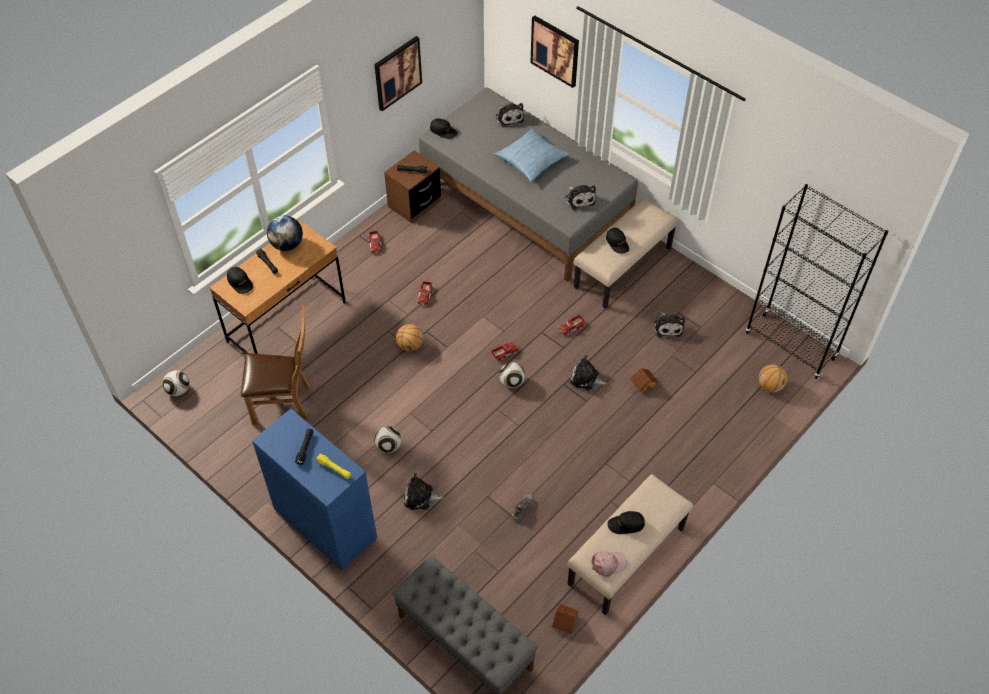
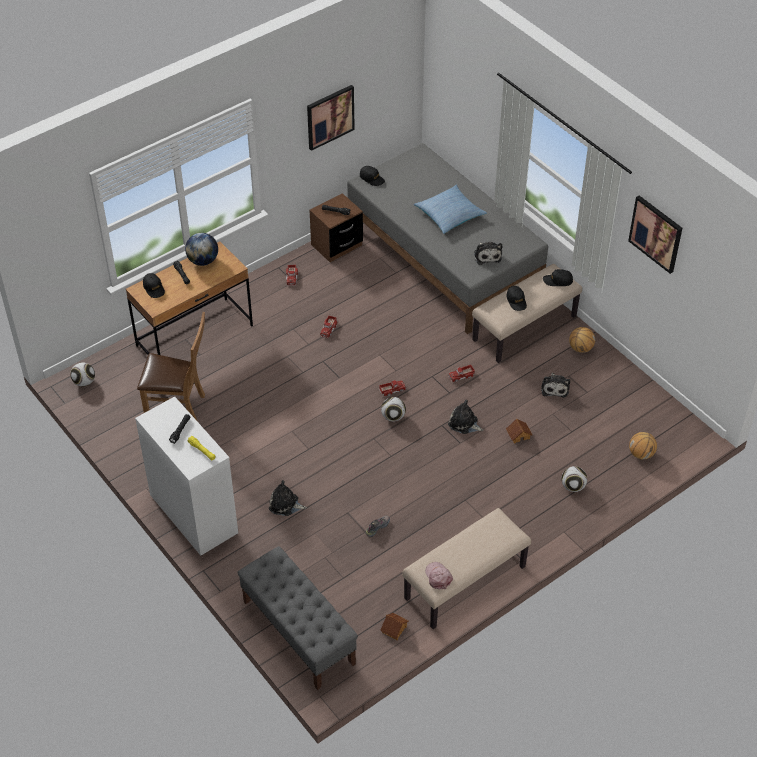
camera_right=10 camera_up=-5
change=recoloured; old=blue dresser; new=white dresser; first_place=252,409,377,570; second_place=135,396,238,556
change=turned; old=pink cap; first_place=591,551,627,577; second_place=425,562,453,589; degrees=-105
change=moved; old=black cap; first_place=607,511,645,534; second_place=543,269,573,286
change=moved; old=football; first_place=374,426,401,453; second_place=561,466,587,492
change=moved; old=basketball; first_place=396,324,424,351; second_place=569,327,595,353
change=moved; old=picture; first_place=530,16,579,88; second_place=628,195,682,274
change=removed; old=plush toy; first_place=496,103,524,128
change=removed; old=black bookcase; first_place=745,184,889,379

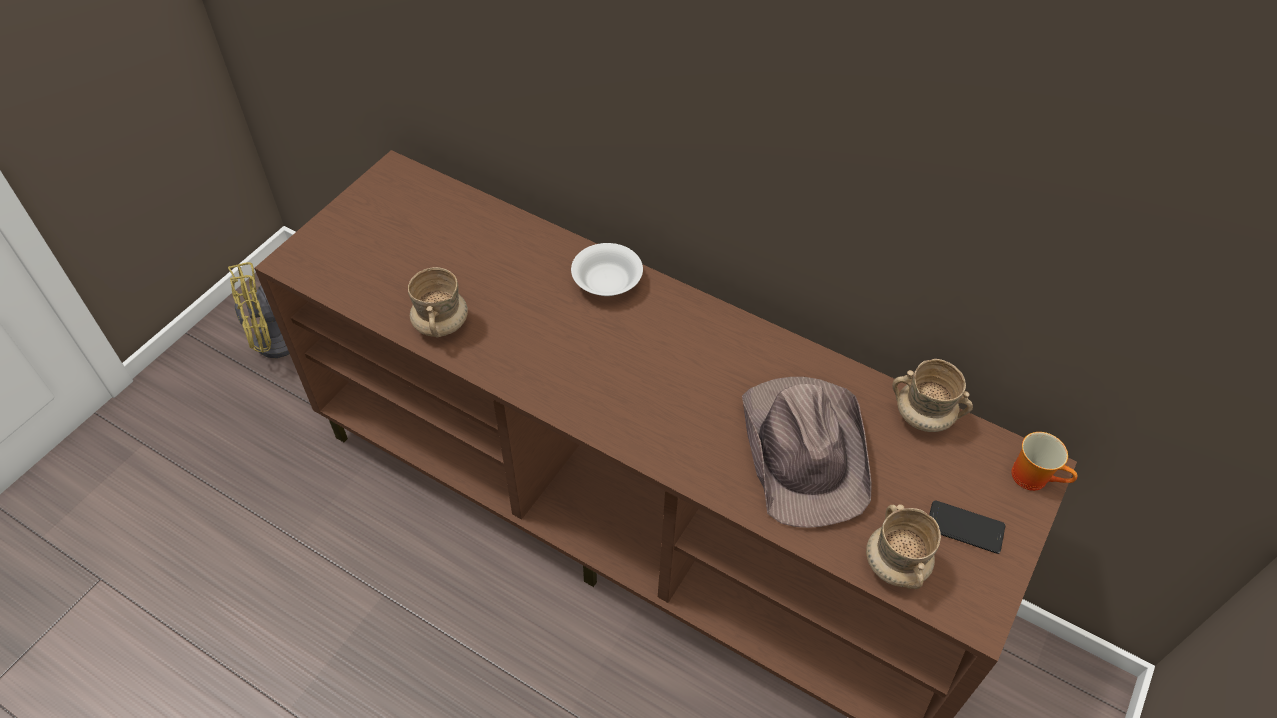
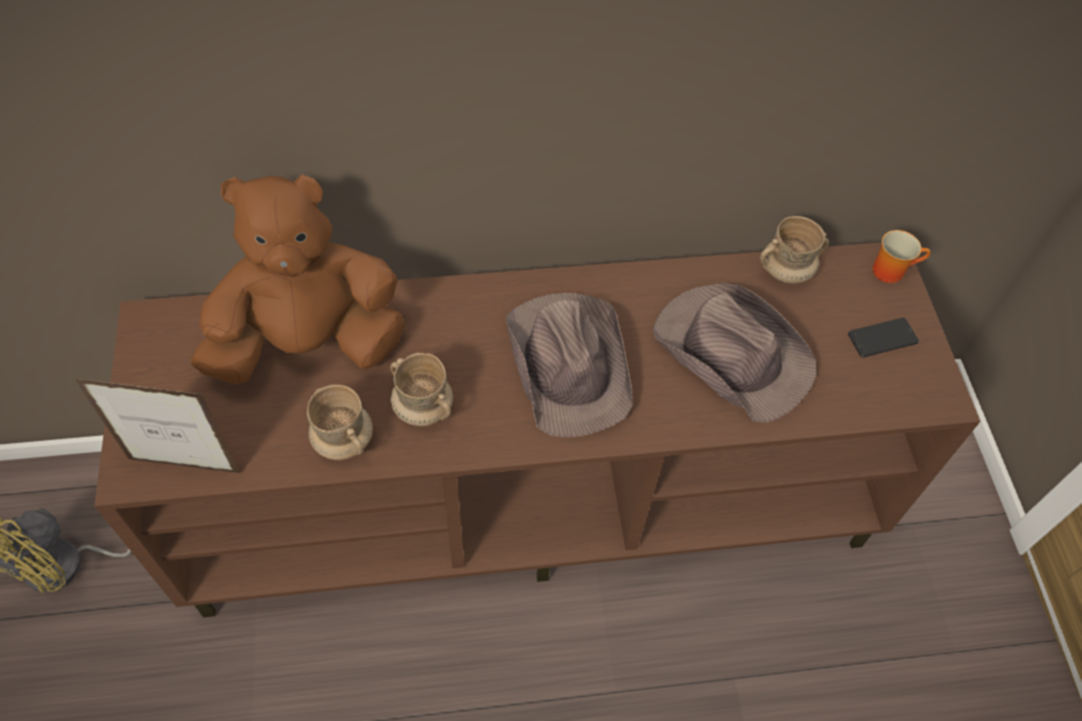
camera_right=-40 camera_up=5
change=added; new=picture frame; second_place=74,378,240,473
change=added; new=brown plush toy; second_place=191,175,405,384
change=moved; old=beige mug; first_place=866,504,941,589; second_place=390,353,453,426
change=added; new=brown hat; second_place=506,293,633,437
change=removed; old=white bowl; first_place=571,243,643,296

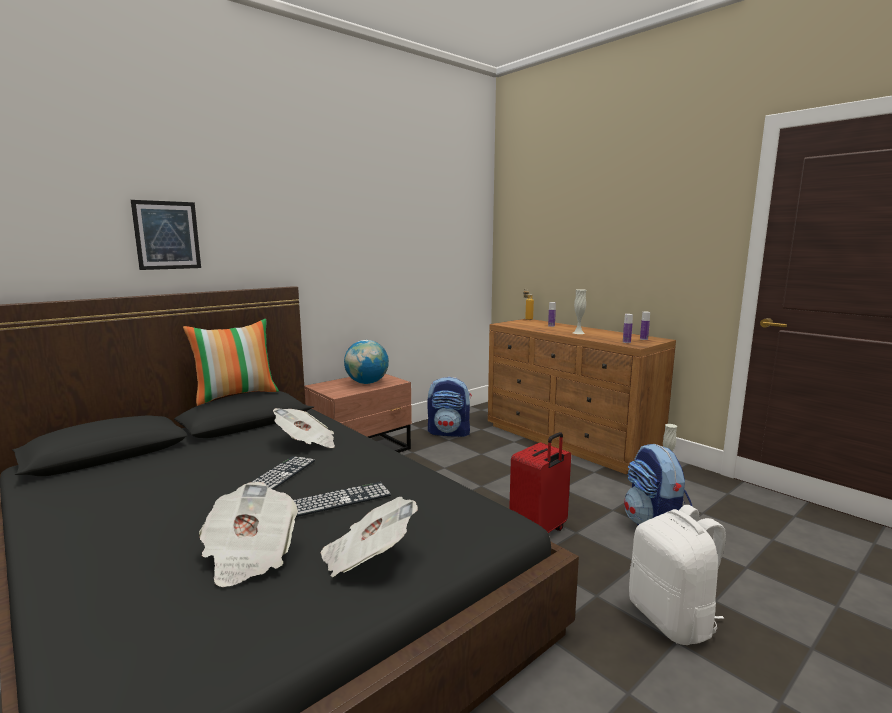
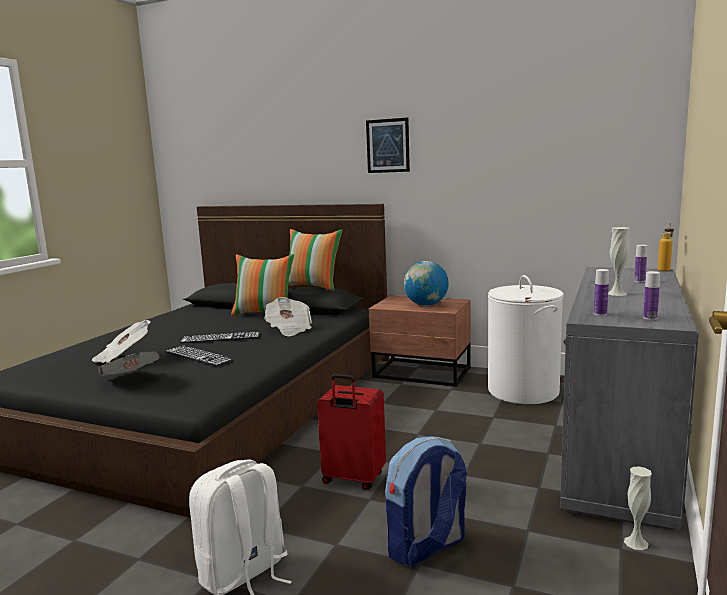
camera_right=65 camera_up=0
change=added; new=pillow; second_place=231,254,294,315
change=moved; old=picture; first_place=131,200,201,270; second_place=366,117,410,173
change=replaced; old=backpack; new=white laundry basket; first_place=427,377,472,437; second_place=488,275,564,404
change=recoloured; old=brown dresser; new=grey dresser; first_place=488,319,676,474; second_place=560,267,699,531

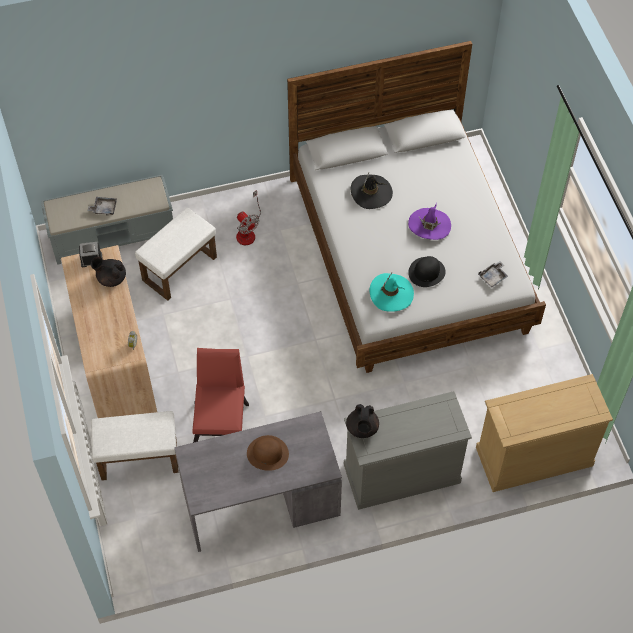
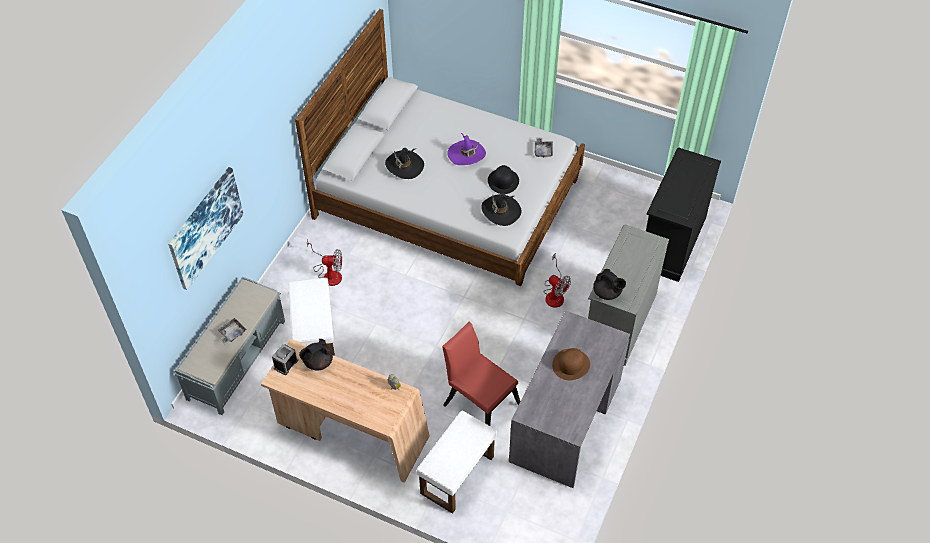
camera_right=-50 camera_up=-5
change=added; new=picture; second_place=168,167,244,290
change=recoloured; old=turquoise hat; new=black hat; first_place=370,273,414,312; second_place=481,193,521,226
change=added; new=fan; second_place=544,253,571,308
change=recoloured; old=beige dresser; new=black dresser; first_place=476,374,613,492; second_place=646,147,721,282

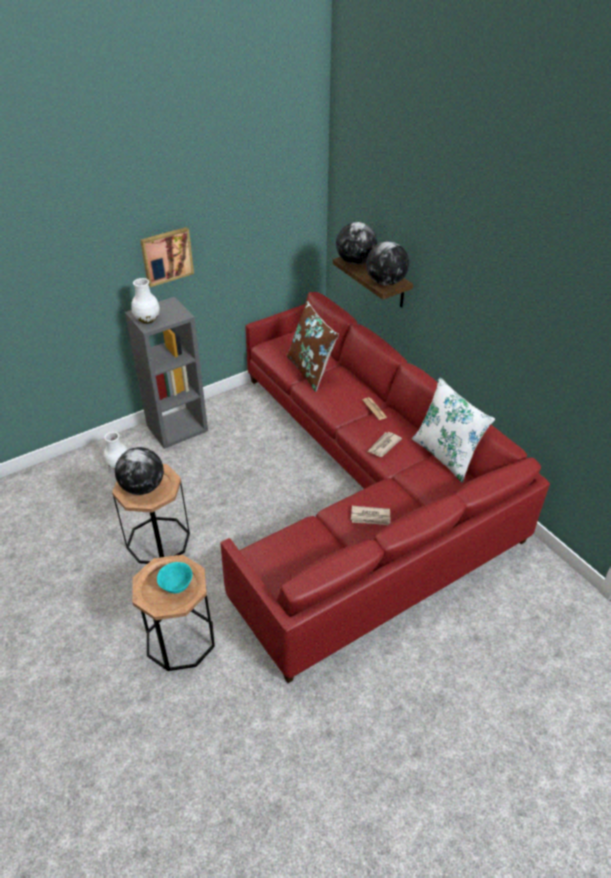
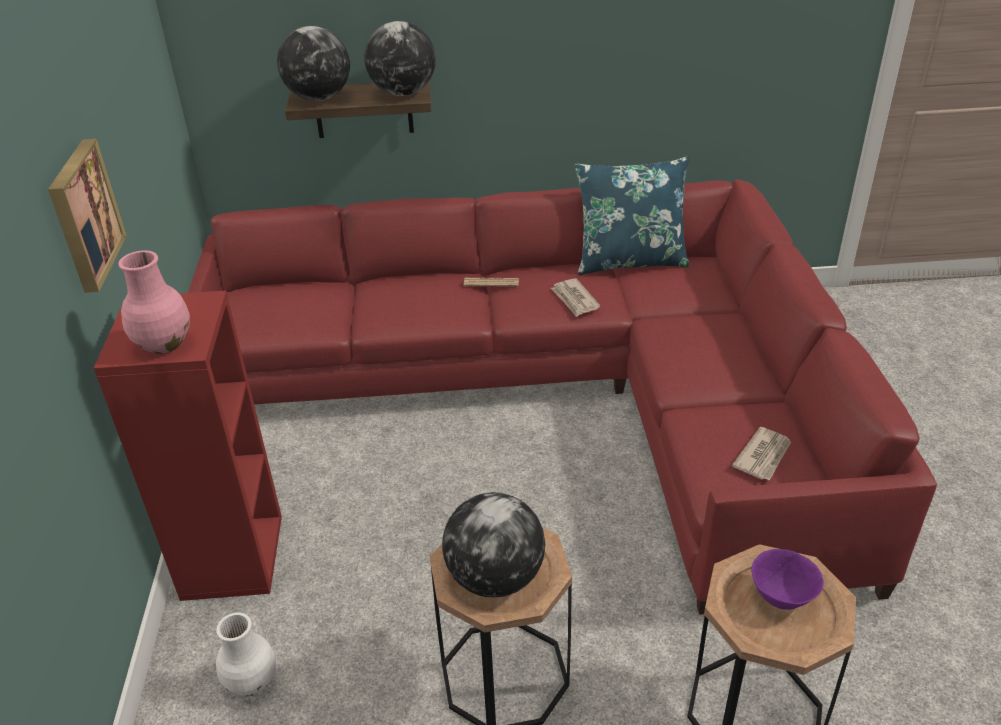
camera_right=-60 camera_up=-5
change=recoloured; old=grey bookcase; new=red bookcase; first_place=125,297,208,449; second_place=94,291,282,601
change=recoloured; old=white vase; new=pink vase; first_place=131,278,160,324; second_place=118,251,190,354
change=recoloured; old=white pillow; new=blue pillow; first_place=412,377,495,483; second_place=575,156,690,275
change=moved; old=newspaper; first_place=351,506,391,525; second_place=732,427,791,481
change=recoloured; old=turquoise bowl; new=purple bowl; first_place=157,562,193,594; second_place=751,549,824,610
change=removed; old=brown pillow; first_place=287,301,339,392

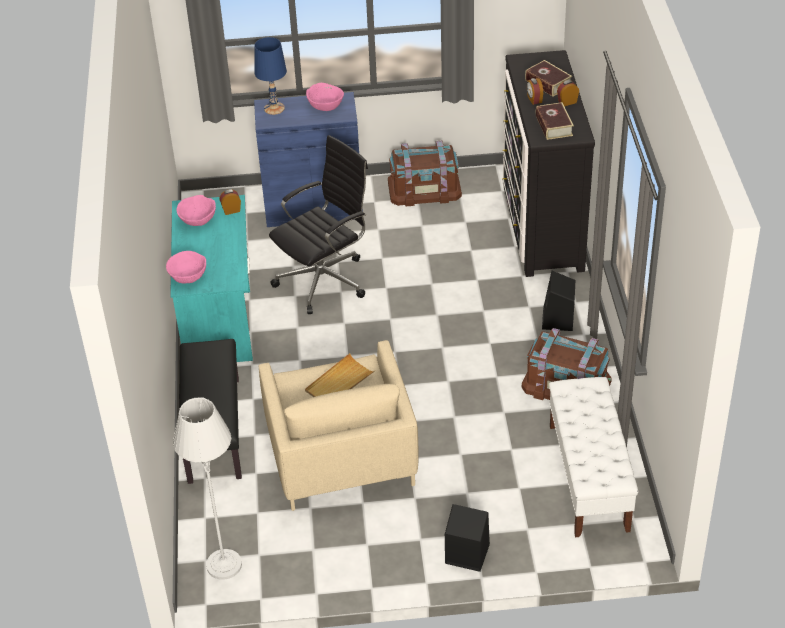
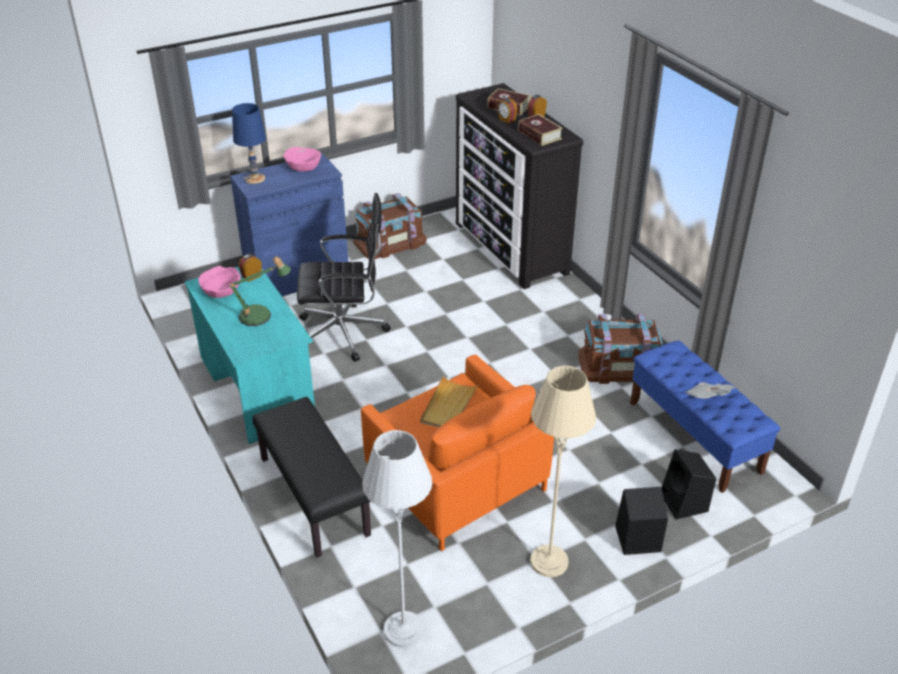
camera_right=-25 camera_up=-5
change=added; new=table lamp; second_place=227,256,291,326
change=turned; old=black office chair; first_place=269,135,368,314; second_place=297,193,391,361; degrees=60
change=recoloured; old=beige armchair; new=orange armchair; first_place=259,340,419,511; second_place=361,355,554,551
change=added; new=beige floor lamp; second_place=530,366,596,577
change=recoloured; old=white bench; new=blue bench; first_place=549,377,638,537; second_place=630,340,780,493
change=moved; old=black speaker; first_place=542,271,575,331; second_place=662,450,716,519
change=added; new=newspaper; second_place=685,382,736,398
change=removed; old=pink bowl; first_place=166,251,206,283

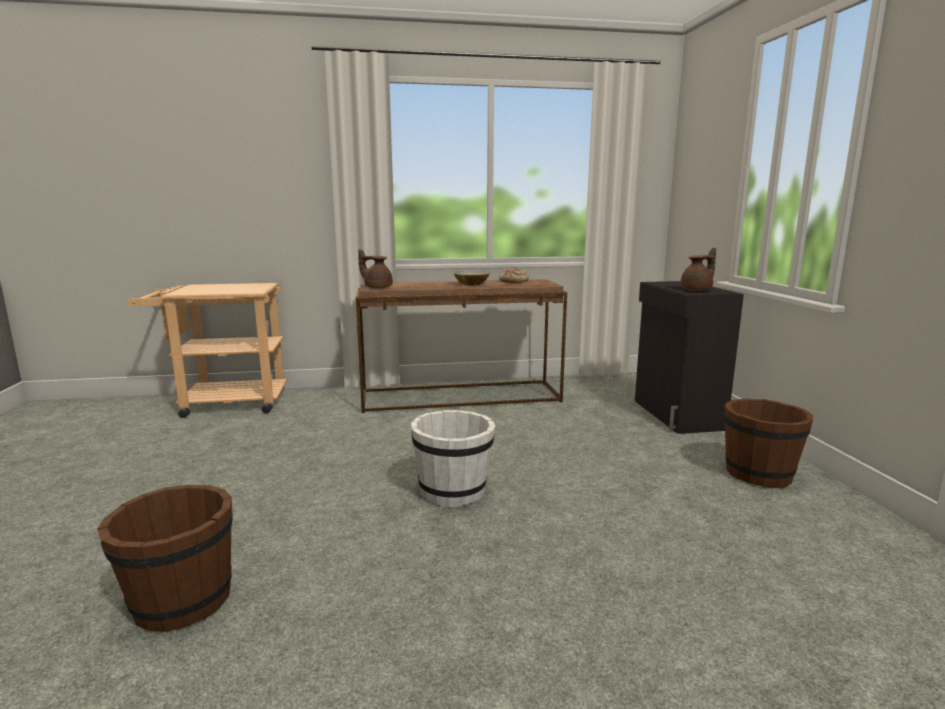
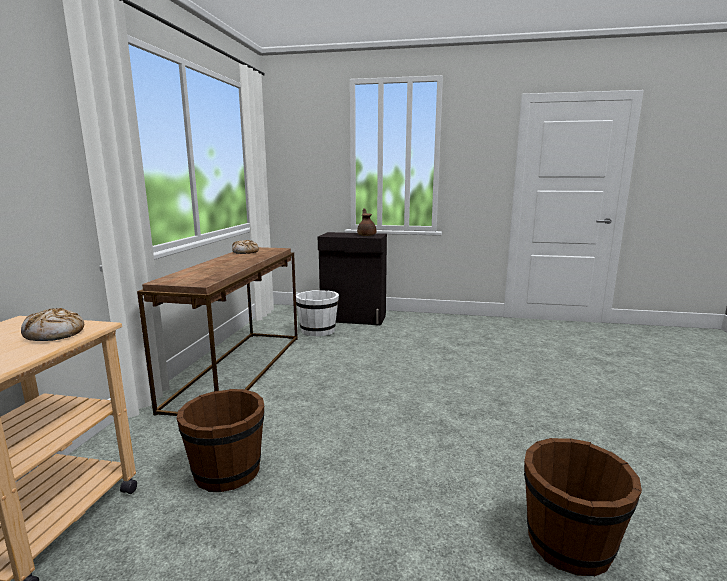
camera_right=-70 camera_up=0
change=added; new=bread; second_place=21,308,84,341
change=moved; old=brown bucket; first_place=724,399,813,488; second_place=176,389,264,492
change=moved; old=white bucket; first_place=411,410,496,507; second_place=296,290,339,336
change=removed; old=brown teapot; first_place=358,249,393,288
change=removed; old=bowl; first_place=454,271,490,286

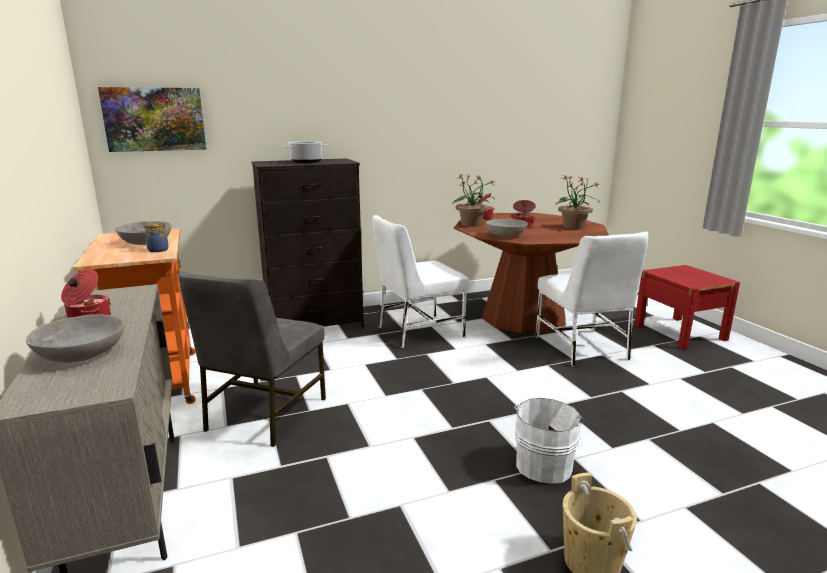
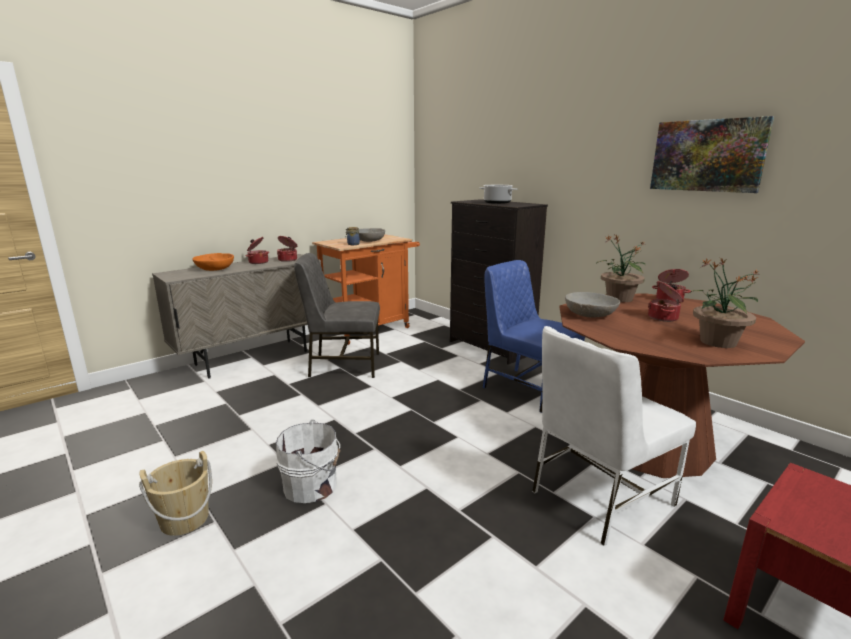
camera_right=70 camera_up=0
change=recoloured; old=grey bowl; new=orange bowl; first_place=26,314,124,363; second_place=192,253,234,271
change=added; new=cooking pot; second_place=277,236,297,262
change=recoloured; old=white chair; new=blue chair; first_place=372,215,469,348; second_place=482,260,585,413
change=moved; old=picture; first_place=98,87,207,152; second_place=650,116,774,193

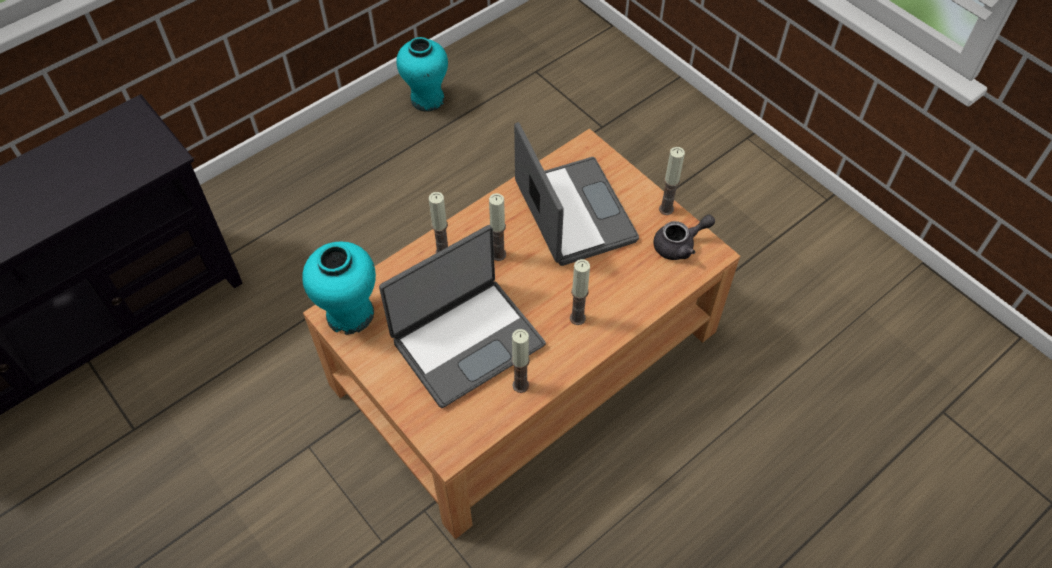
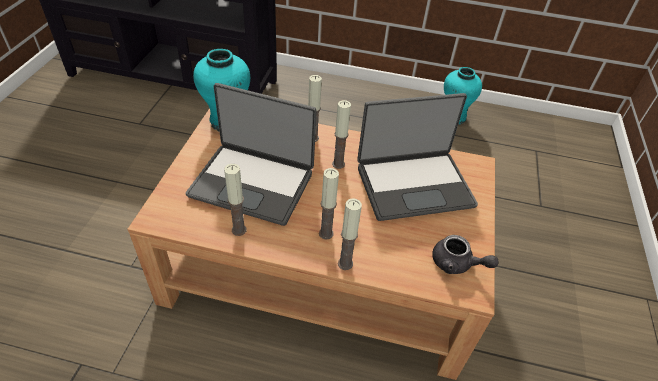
camera_right=50 camera_up=-10
change=moved; old=candle; first_place=659,147,685,215; second_place=338,198,362,270
change=turned; old=laptop; first_place=514,122,639,266; second_place=357,93,478,221; degrees=45

